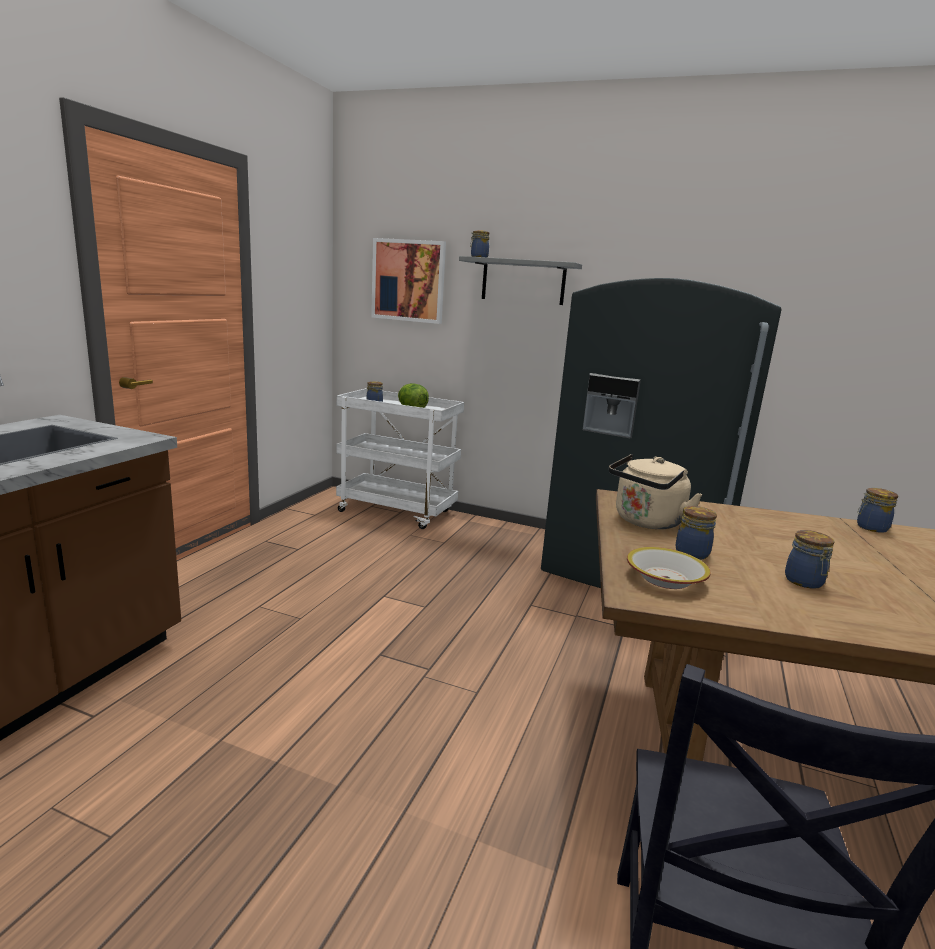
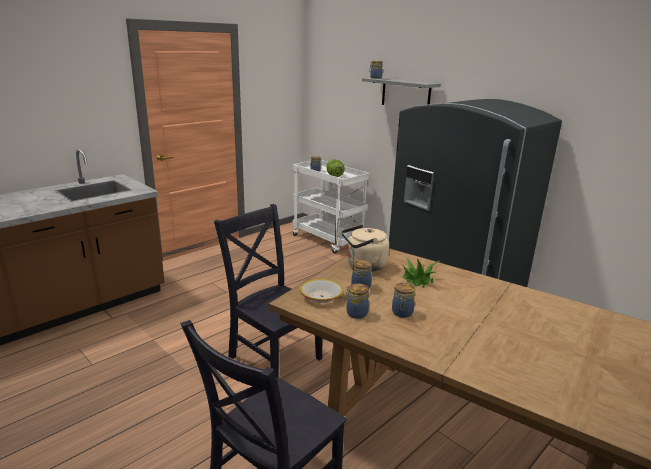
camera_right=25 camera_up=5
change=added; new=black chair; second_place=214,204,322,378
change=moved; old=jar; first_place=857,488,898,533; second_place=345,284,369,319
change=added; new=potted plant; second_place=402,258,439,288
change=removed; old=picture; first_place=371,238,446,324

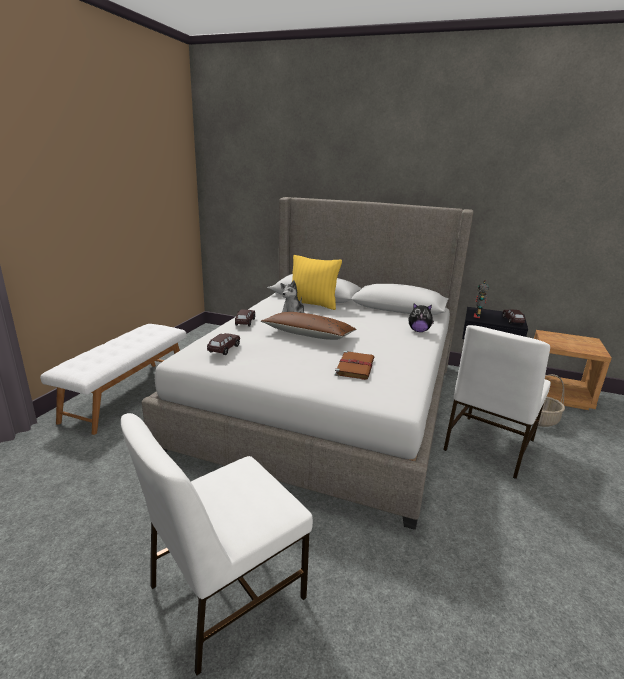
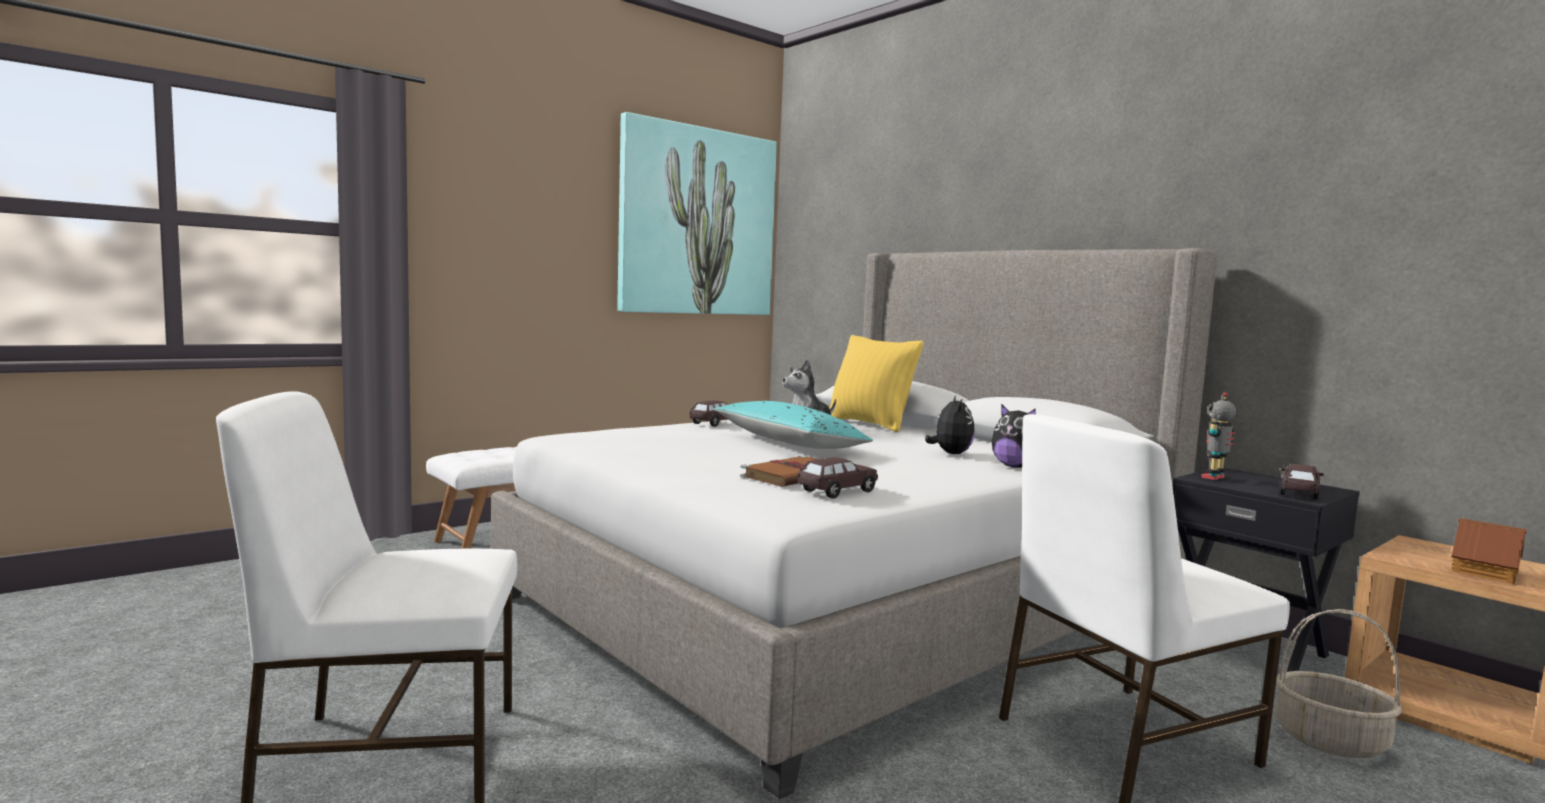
camera_right=30 camera_up=-15
change=added; new=picture; second_place=617,112,777,315
change=recoloured; old=brown pillow; new=turquoise pillow; first_place=261,312,356,340; second_place=714,401,873,449
change=moved; old=brown toy car; first_place=207,333,240,355; second_place=798,457,878,498
change=added; new=plush toy; second_place=925,395,975,454
change=added; new=toy house; second_place=1451,518,1527,584

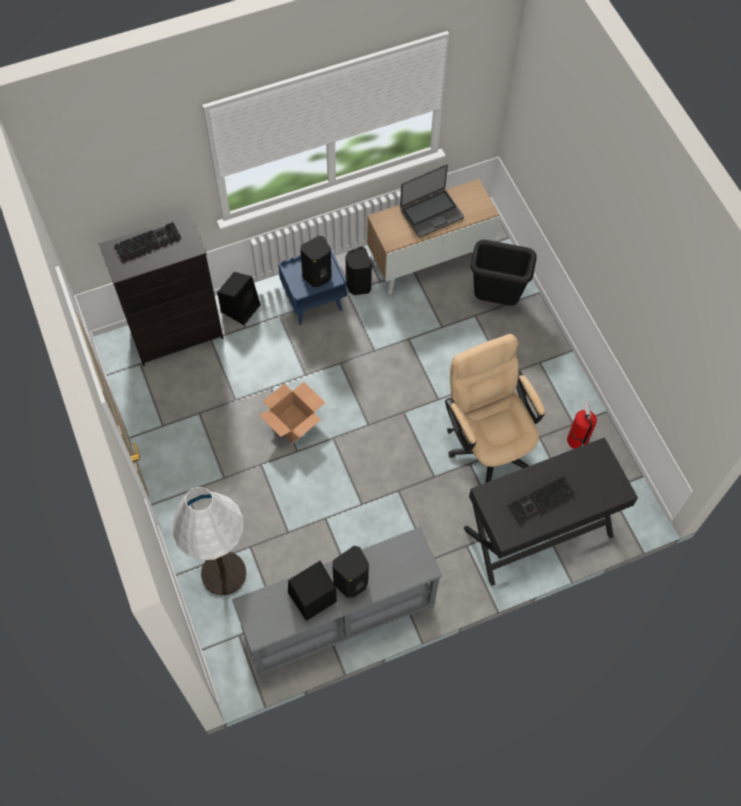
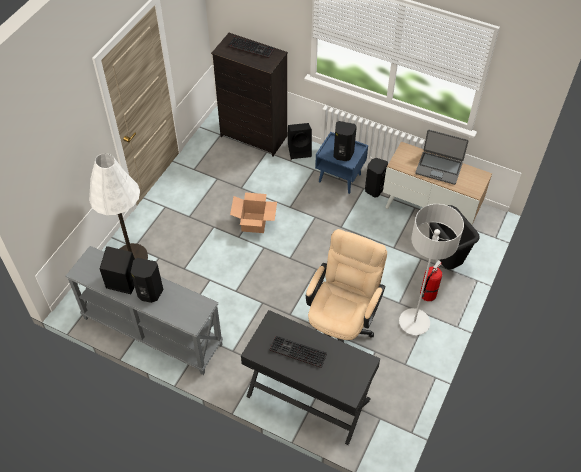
camera_right=50 camera_up=-10
change=added; new=grey floor lamp; second_place=399,204,464,335
change=moved; old=fire extinguisher; first_place=567,403,597,449; second_place=420,260,442,301

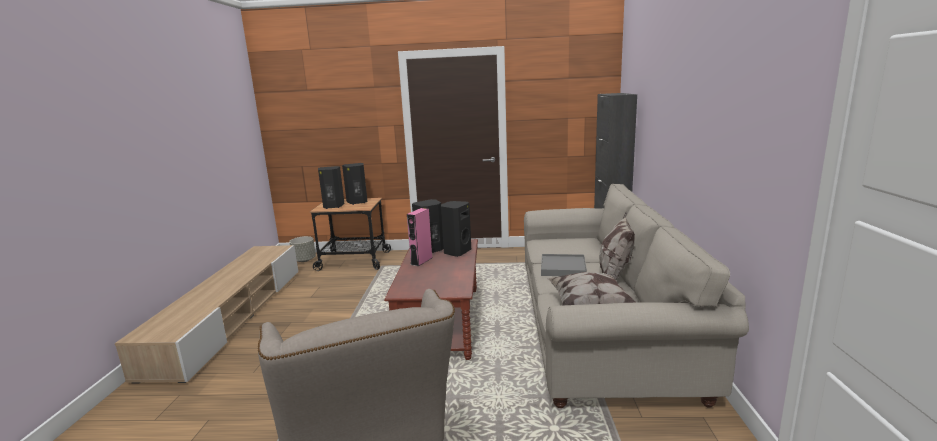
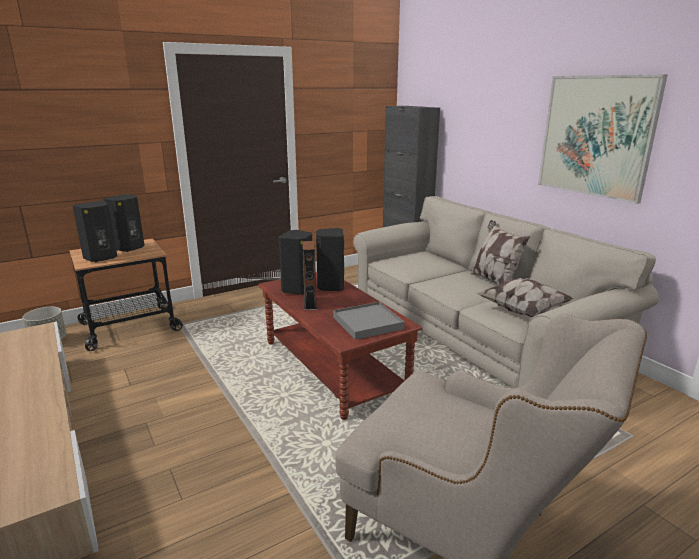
camera_right=-35 camera_up=5
change=recoloured; old=pink speaker; new=brown speaker; first_place=407,208,432,266; second_place=302,241,317,310
change=moved; old=grey tray; first_place=541,254,587,276; second_place=333,302,404,340
change=added; new=picture; second_place=538,75,667,204

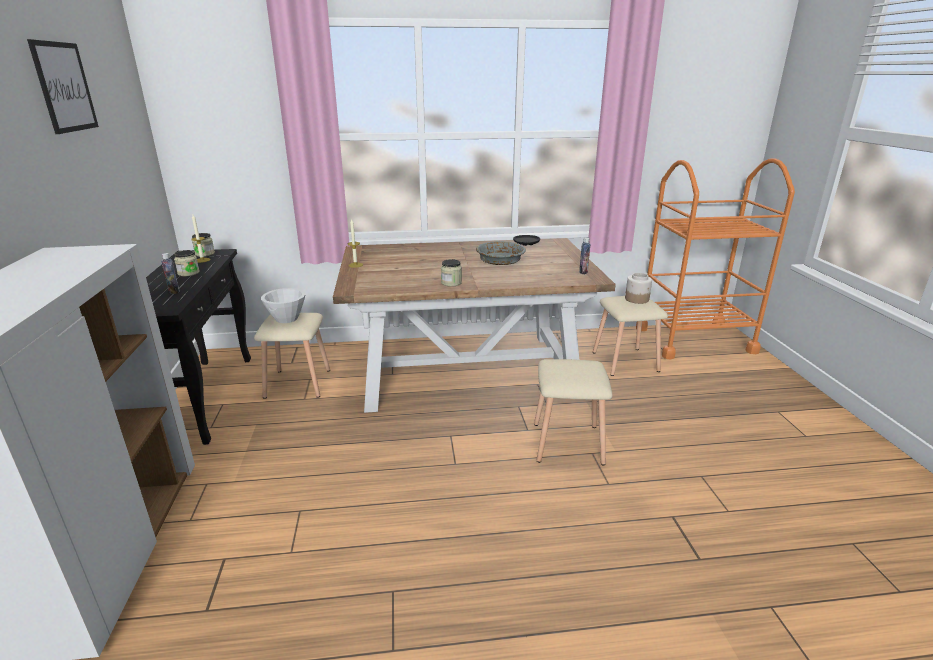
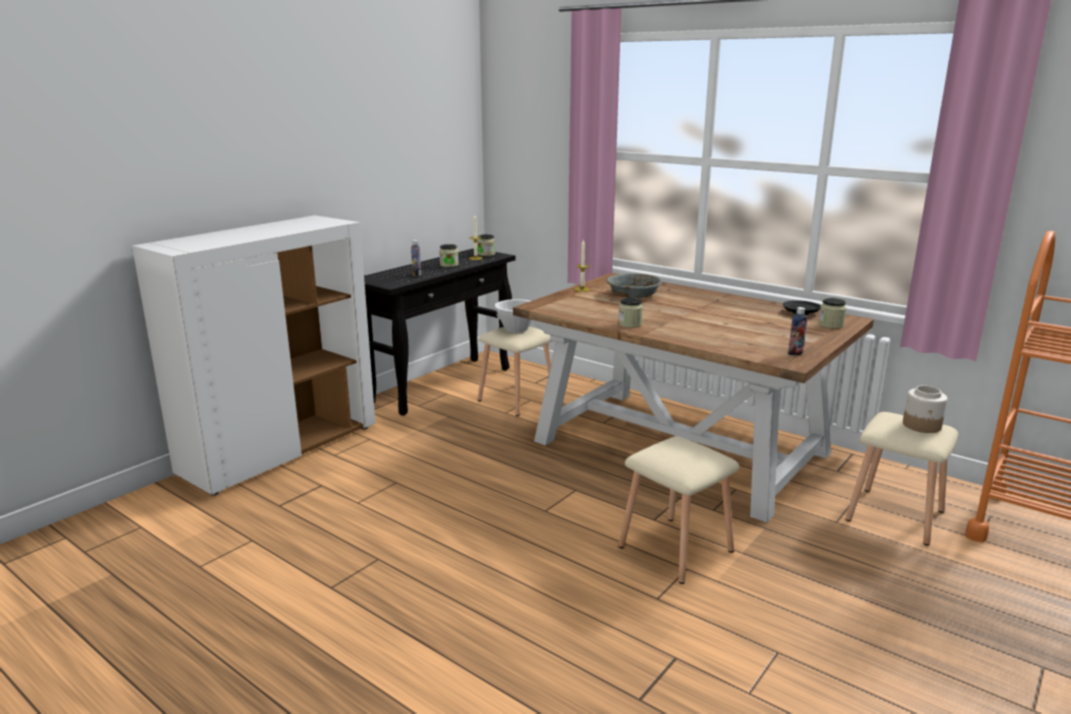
camera_right=45 camera_up=-5
change=moved; old=grey bowl; first_place=476,241,526,265; second_place=607,273,662,298
change=added; new=jar; second_place=819,298,846,329
change=removed; old=picture; first_place=27,39,99,134

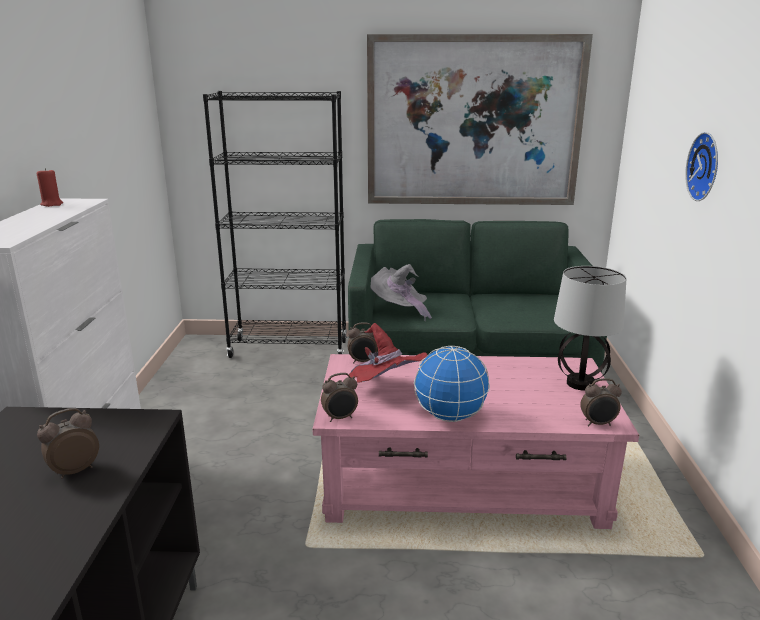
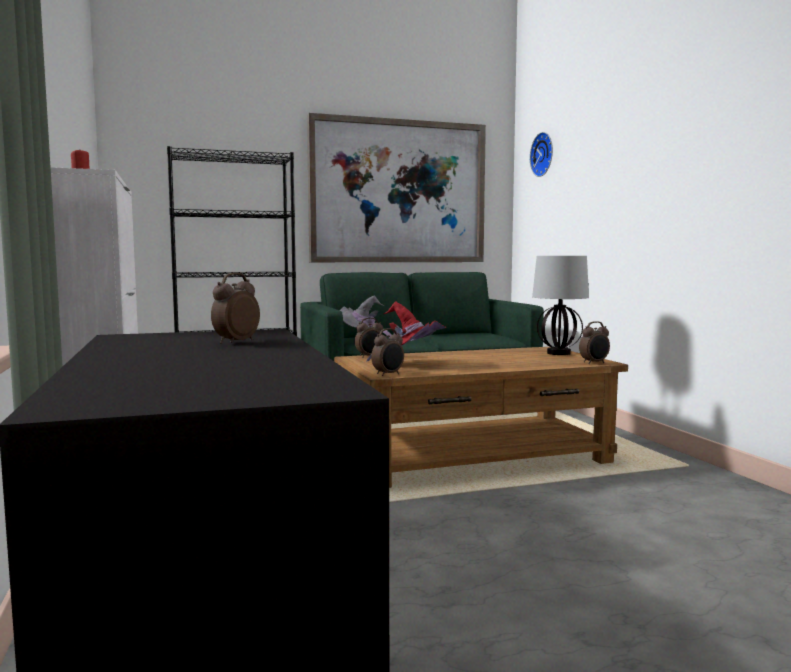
camera_right=-20 camera_up=-15
change=recoloured; old=pink coffee table; new=brown coffee table; first_place=312,354,639,529; second_place=334,347,628,488
change=moved; old=wall clock; first_place=685,132,718,201; second_place=530,132,553,177
change=removed; old=globe; first_place=414,346,490,422

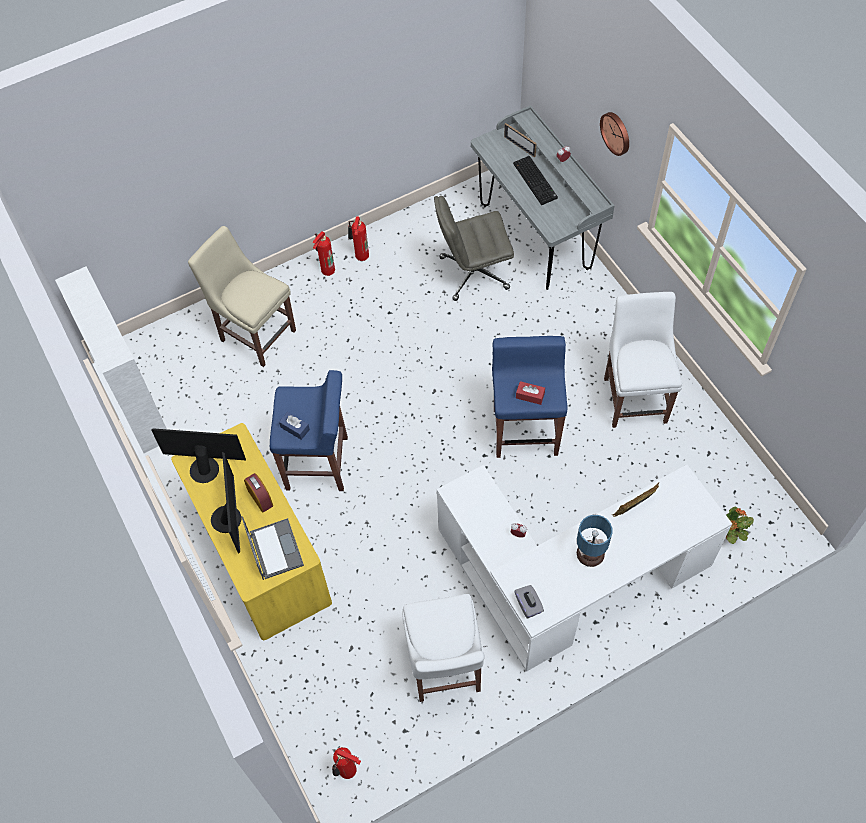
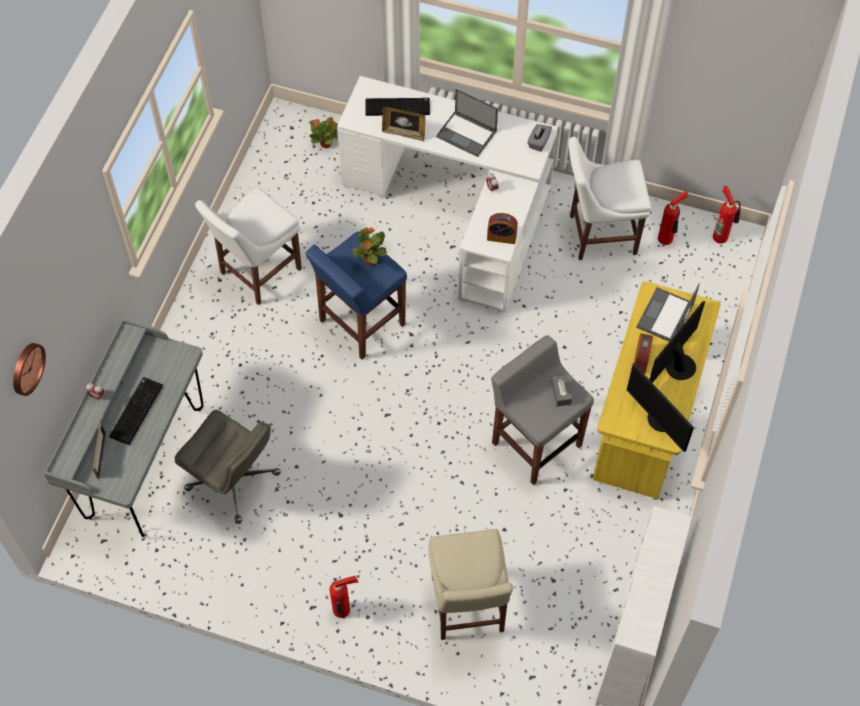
camera_right=-135 camera_up=0
change=moved; old=wall clock; first_place=600,112,629,156; second_place=13,343,46,396
change=replaced; old=red tissue box; new=potted plant; first_place=516,381,545,405; second_place=352,227,387,265
change=added; new=keyboard; second_place=366,98,430,116
change=replaced; old=table lamp; new=laptop; first_place=577,515,613,567; second_place=436,89,498,157
change=added; new=alarm clock; second_place=487,213,518,244
change=recoloured; old=blue stool; new=grey stool; first_place=270,370,348,491; second_place=491,335,594,485
change=recoloured; old=blue tissue box; new=grey tissue box; first_place=279,412,310,440; second_place=551,375,572,406
change=turned; old=white chair; first_place=402,594,485,702; second_place=569,137,651,260; degrees=-135
change=moved; old=fire extinguisher; first_place=348,217,369,261; second_place=658,191,688,245

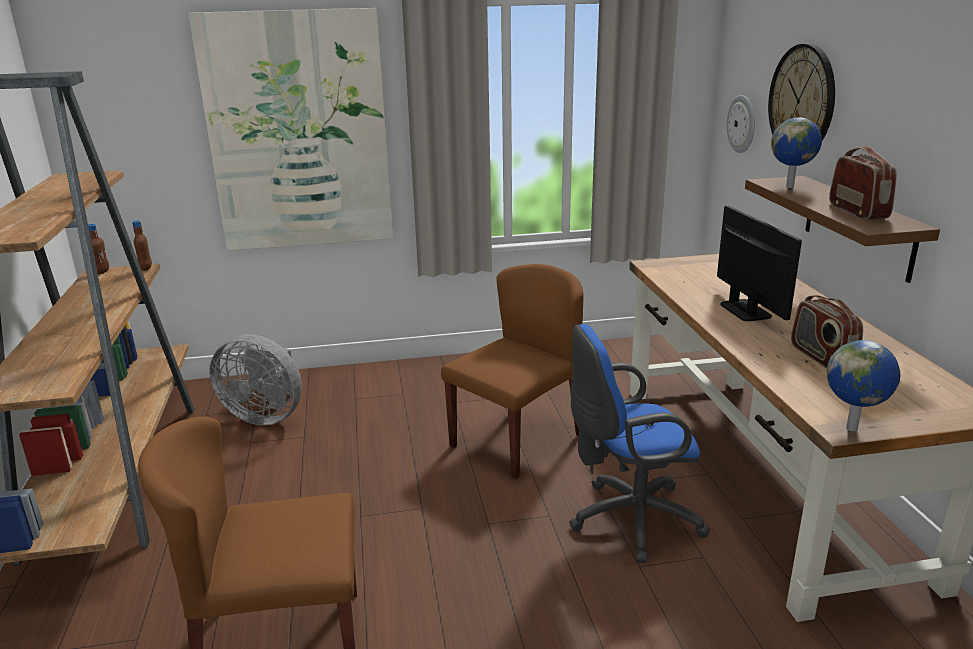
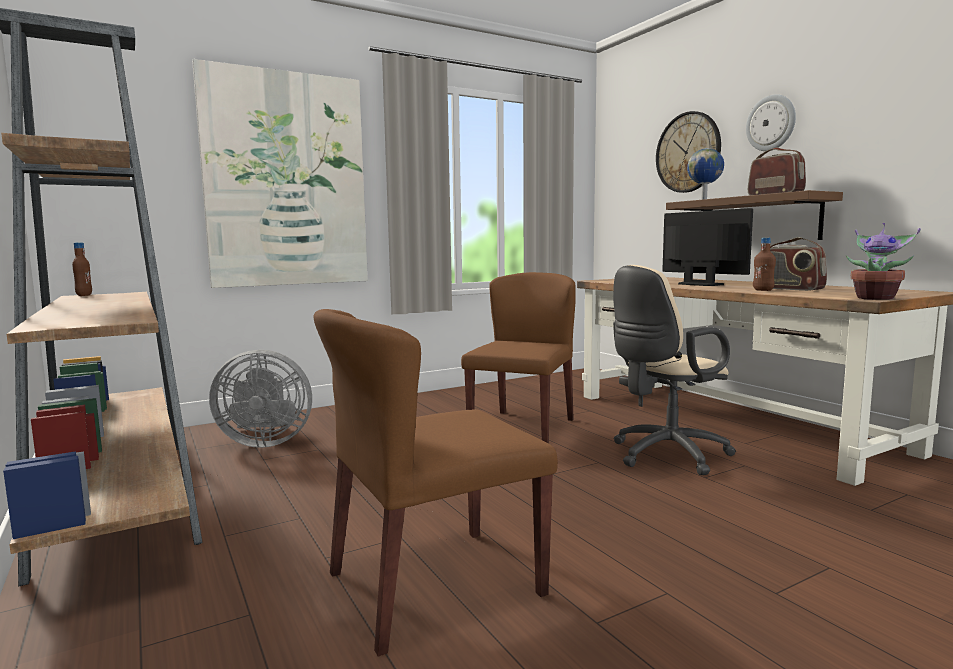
camera_right=-20 camera_up=-15
change=recoloured; old=blue office chair; new=beige office chair; first_place=569,324,710,563; second_place=613,265,736,475
change=moved; old=wall clock; first_place=727,95,755,153; second_place=746,94,796,151
change=moved; old=brown bottle; first_place=132,220,152,271; second_place=753,238,776,291
change=replaced; old=globe; new=potted plant; first_place=827,340,900,431; second_place=846,223,921,300

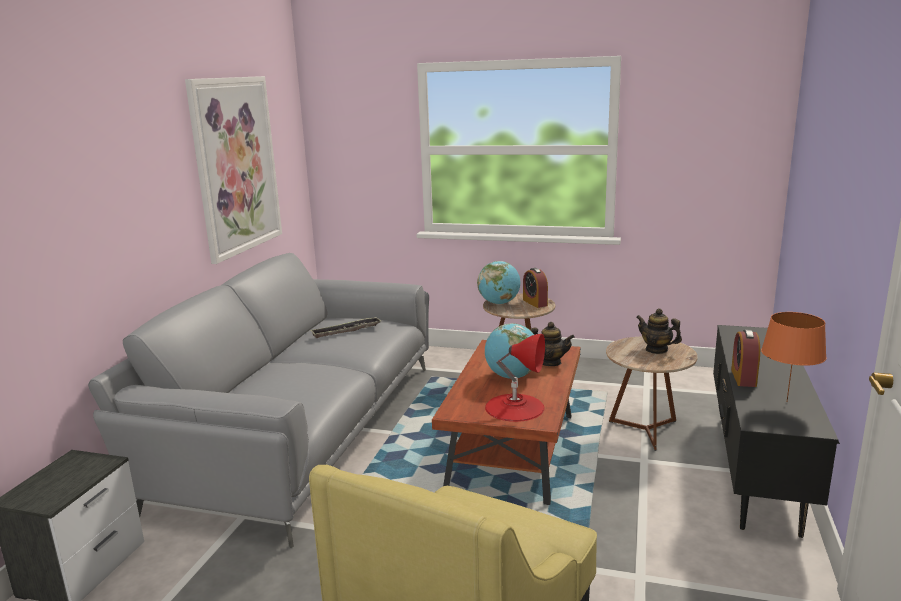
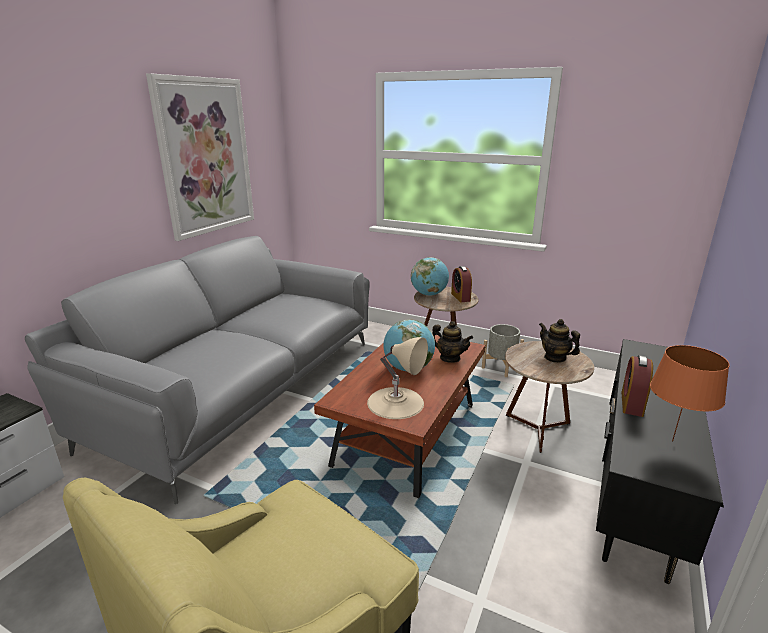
camera_right=10 camera_up=5
change=recoloured; old=red table lamp; new=beige table lamp; first_place=485,334,545,422; second_place=367,337,428,419
change=added; new=grey planter; second_place=482,324,524,377
change=removed; old=tray; first_place=311,317,381,338

